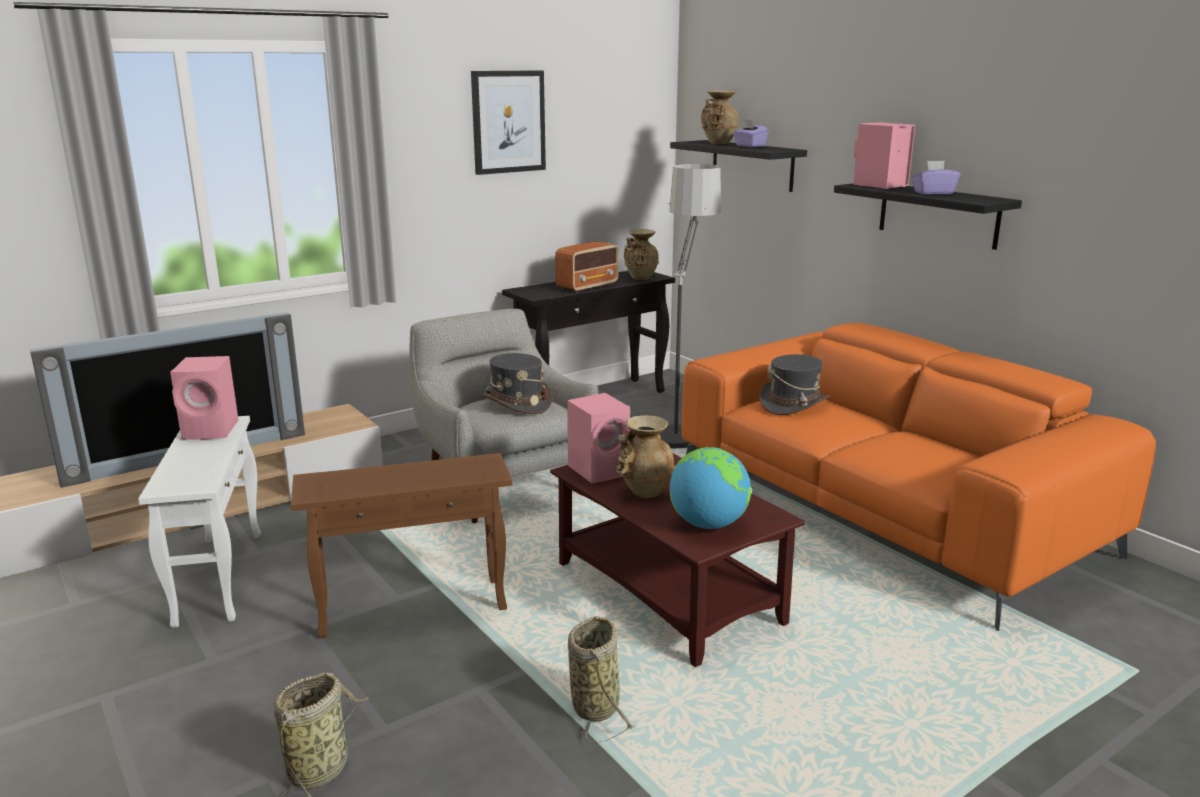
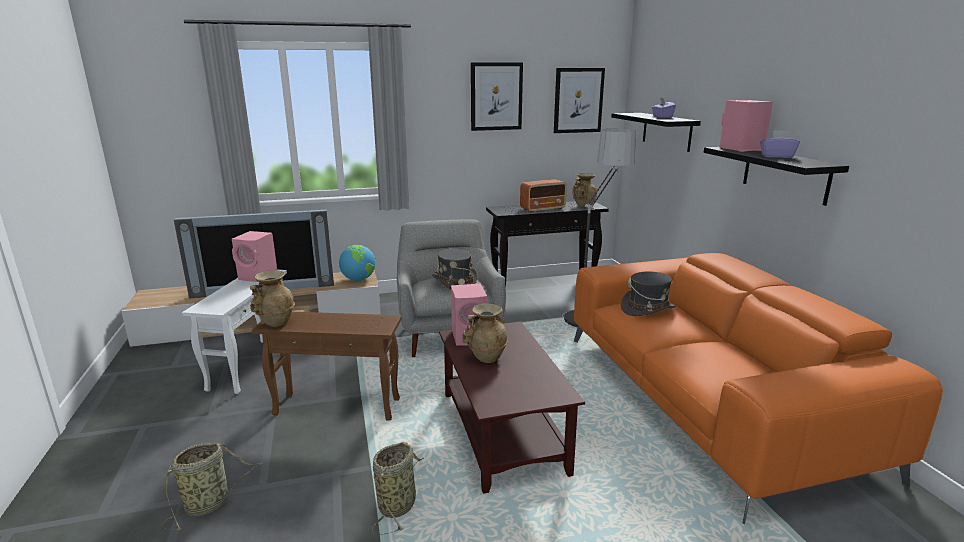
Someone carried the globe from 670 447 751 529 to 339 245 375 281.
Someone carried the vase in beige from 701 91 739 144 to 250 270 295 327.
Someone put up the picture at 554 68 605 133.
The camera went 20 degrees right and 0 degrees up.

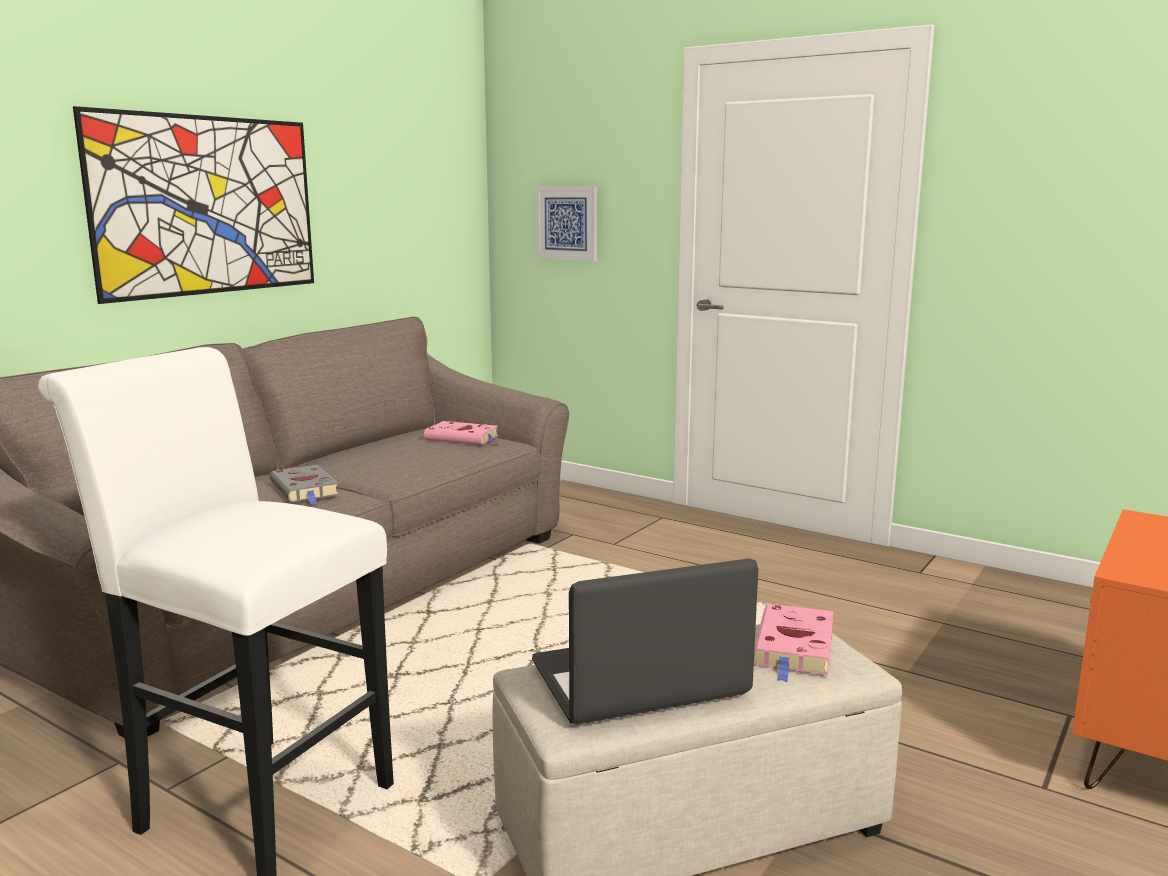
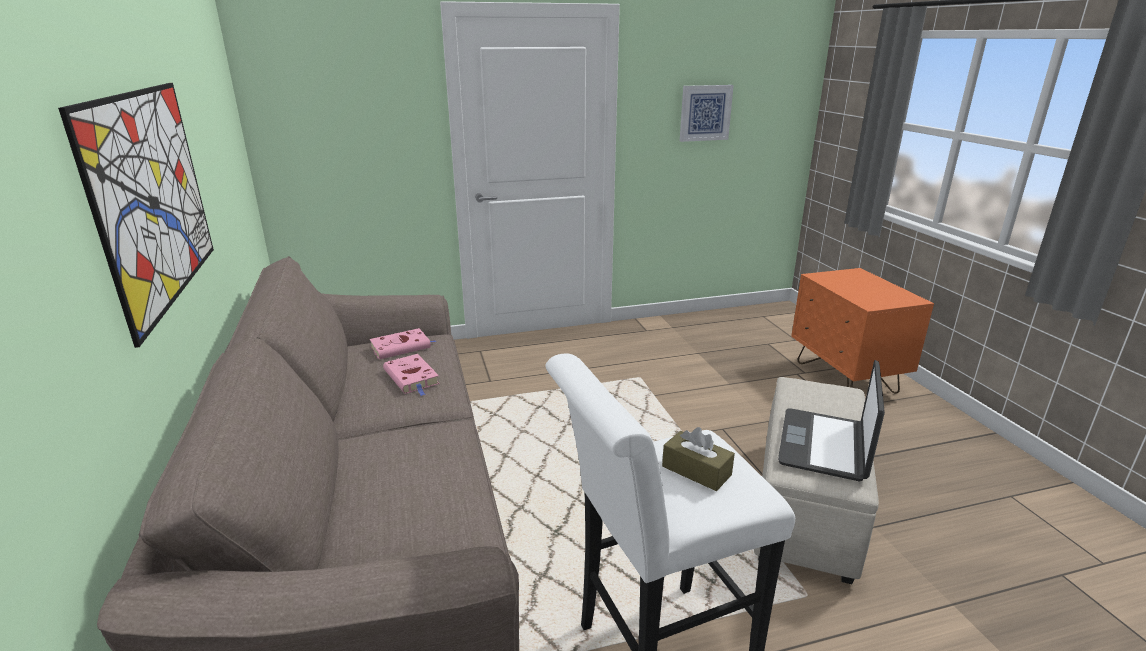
Someone took away the book in grey at 270 465 340 505.
Someone carried the picture from 536 187 597 261 to 680 85 734 142.
Someone carried the book in pink from 754 604 834 682 to 383 354 440 396.
Someone put down the tissue box in brown at 662 427 735 491.
The camera went 50 degrees left and 10 degrees up.

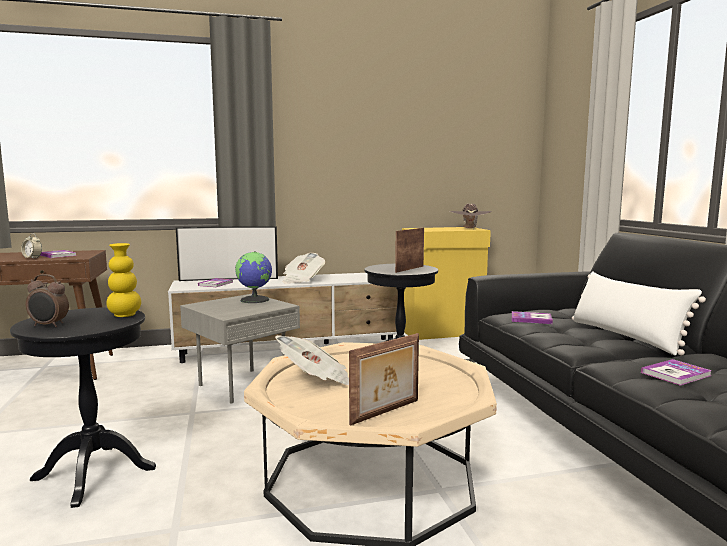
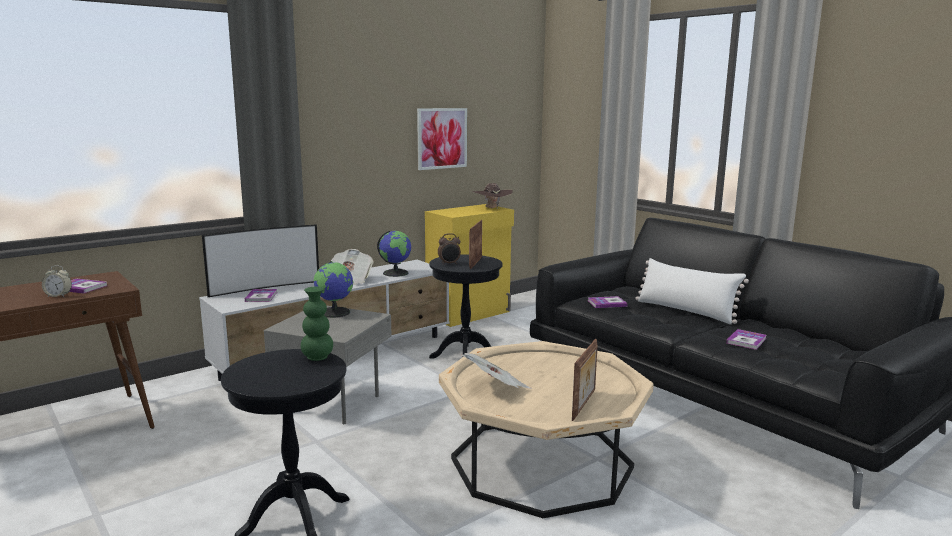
Someone carried the alarm clock from 26 274 69 327 to 438 233 461 265.
Someone repainted the vase in yellow at 106 243 141 317, which became the vase in green at 301 287 333 361.
Someone put down the globe at 377 231 411 277.
Someone put up the picture at 417 108 467 170.
The camera went 25 degrees left and 5 degrees up.

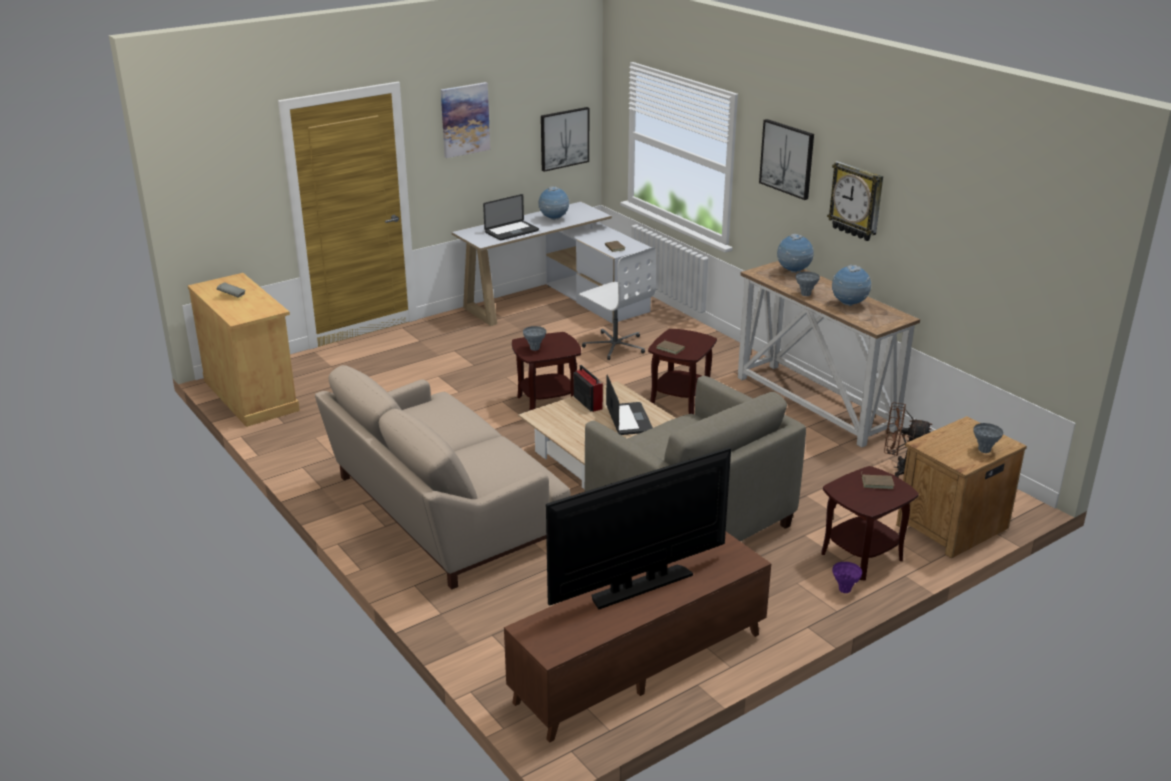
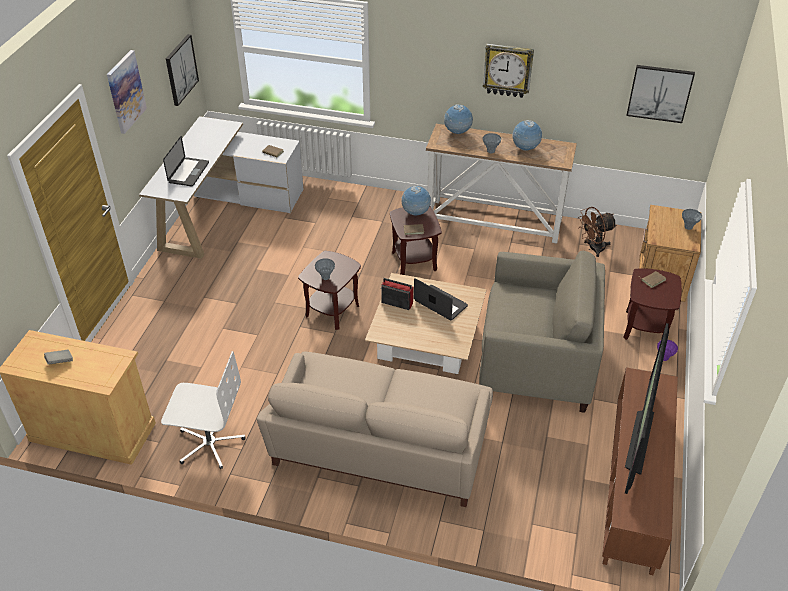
Someone carried the globe from 538 186 570 220 to 402 186 431 216.
Someone carried the office chair in white from 578 247 656 360 to 161 351 246 469.
Someone carried the picture from 759 119 814 200 to 626 65 695 123.
The camera went 40 degrees left and 15 degrees up.

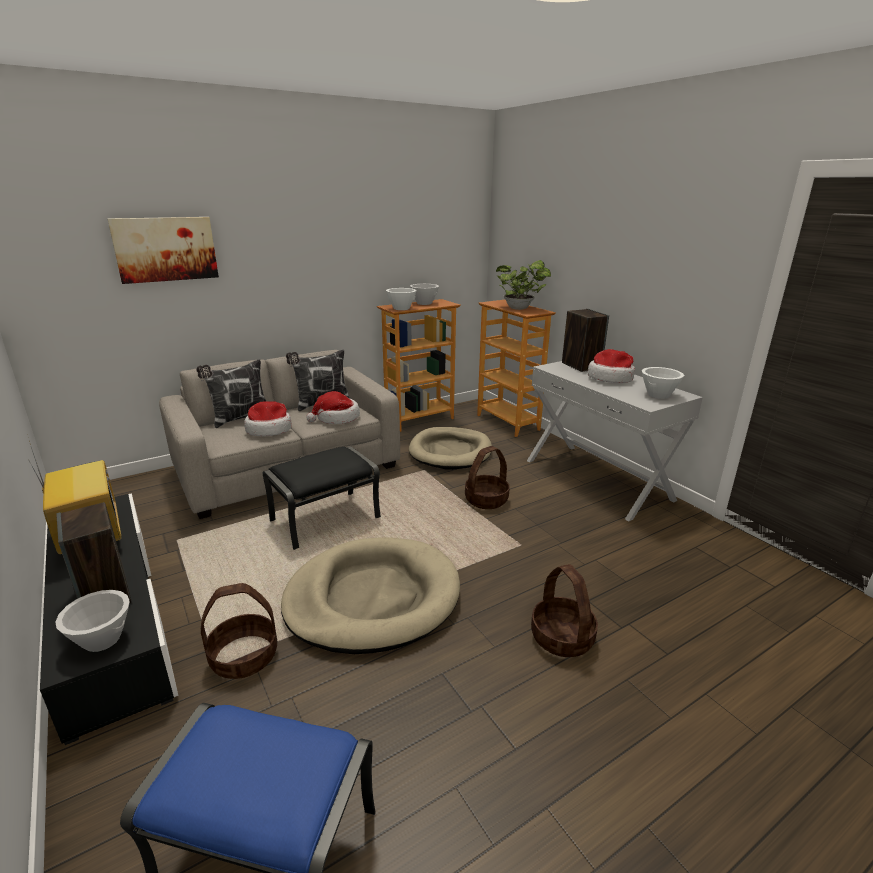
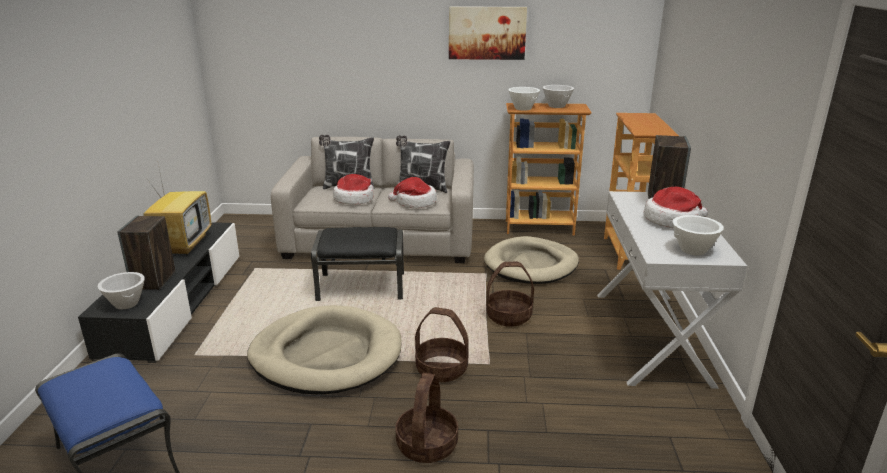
Someone carried the picture from 107 217 219 284 to 449 6 527 60.
Someone carried the basket from 201 583 277 679 to 415 307 469 382.
Someone took away the potted plant at 496 260 551 310.
The camera went 35 degrees right and 0 degrees up.

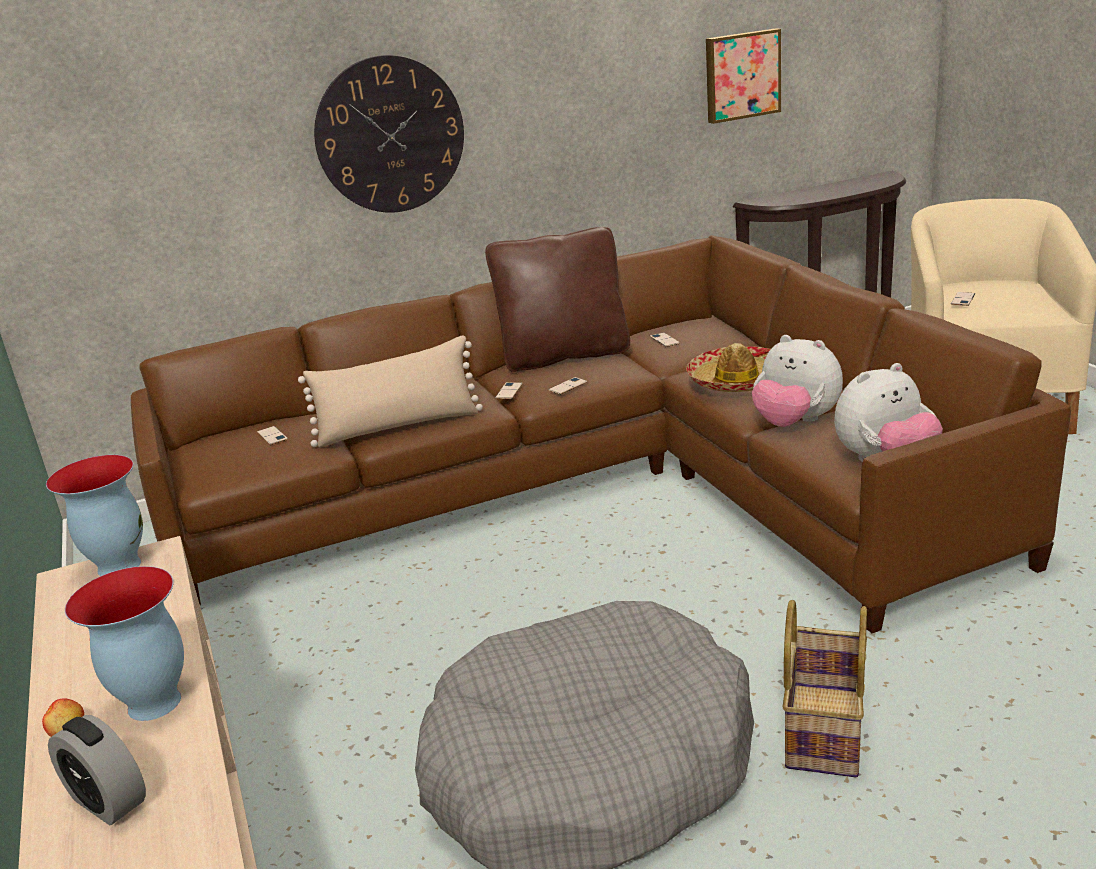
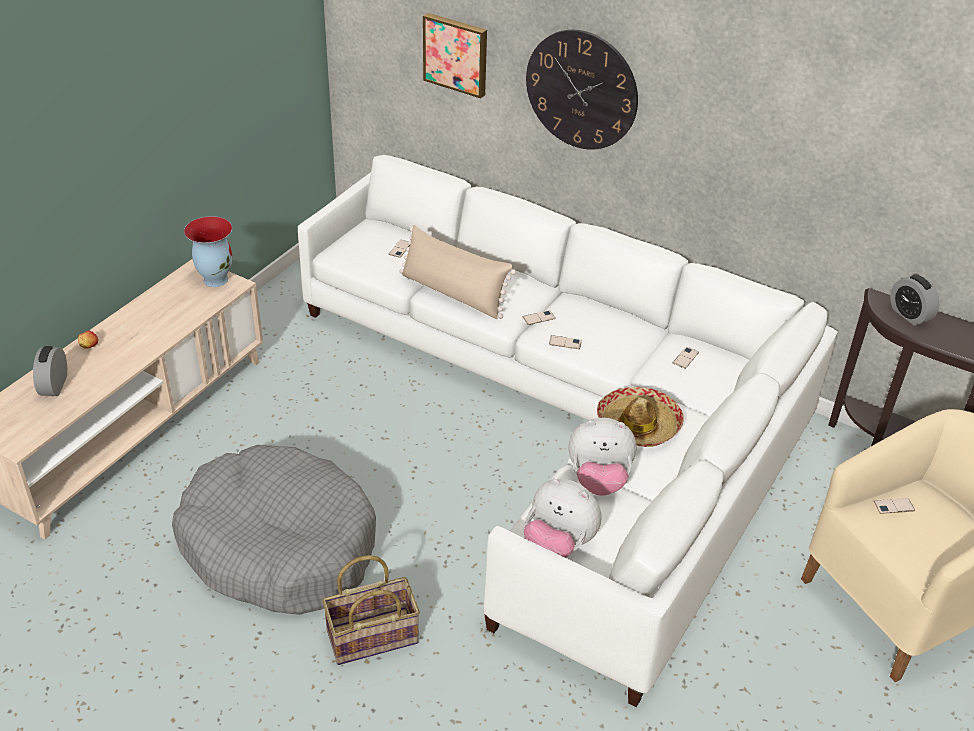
Someone took away the vase at 65 566 184 721.
Someone repainted the sofa in brown at 131 235 1071 633, which became the sofa in white at 298 155 838 707.
Someone took away the pillow in brown at 485 227 630 372.
Someone carried the picture from 706 28 781 124 to 423 13 487 99.
Someone rotated the plush toy at 752 335 843 427 by 90 degrees counterclockwise.
Someone put down the alarm clock at 890 275 939 326.
The camera went 50 degrees right and 15 degrees up.

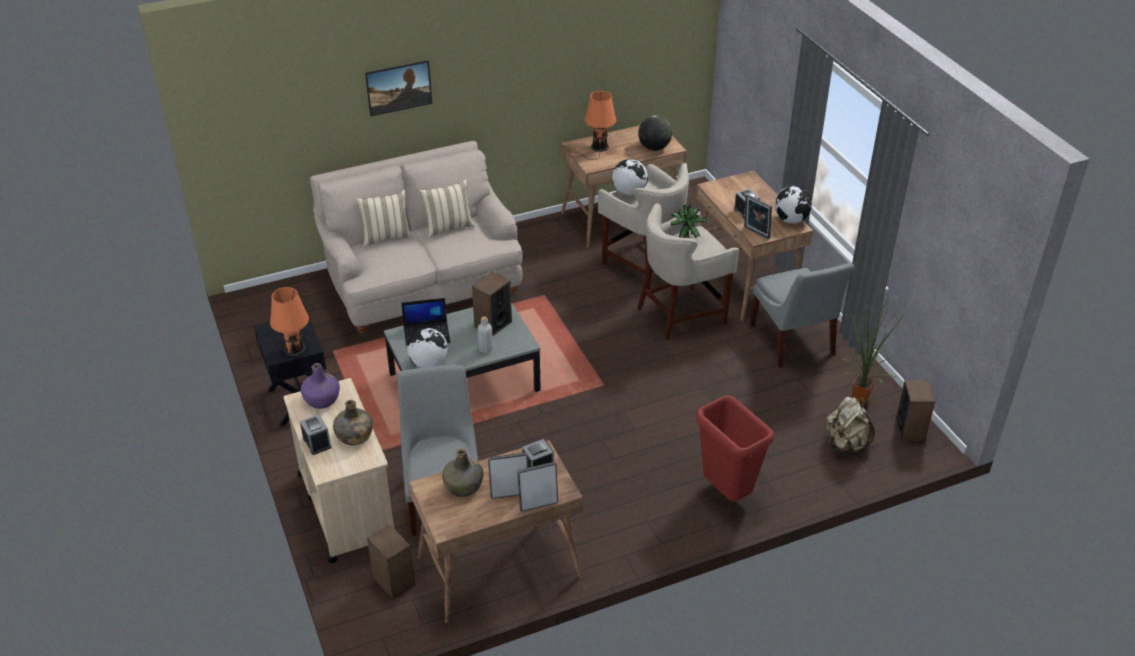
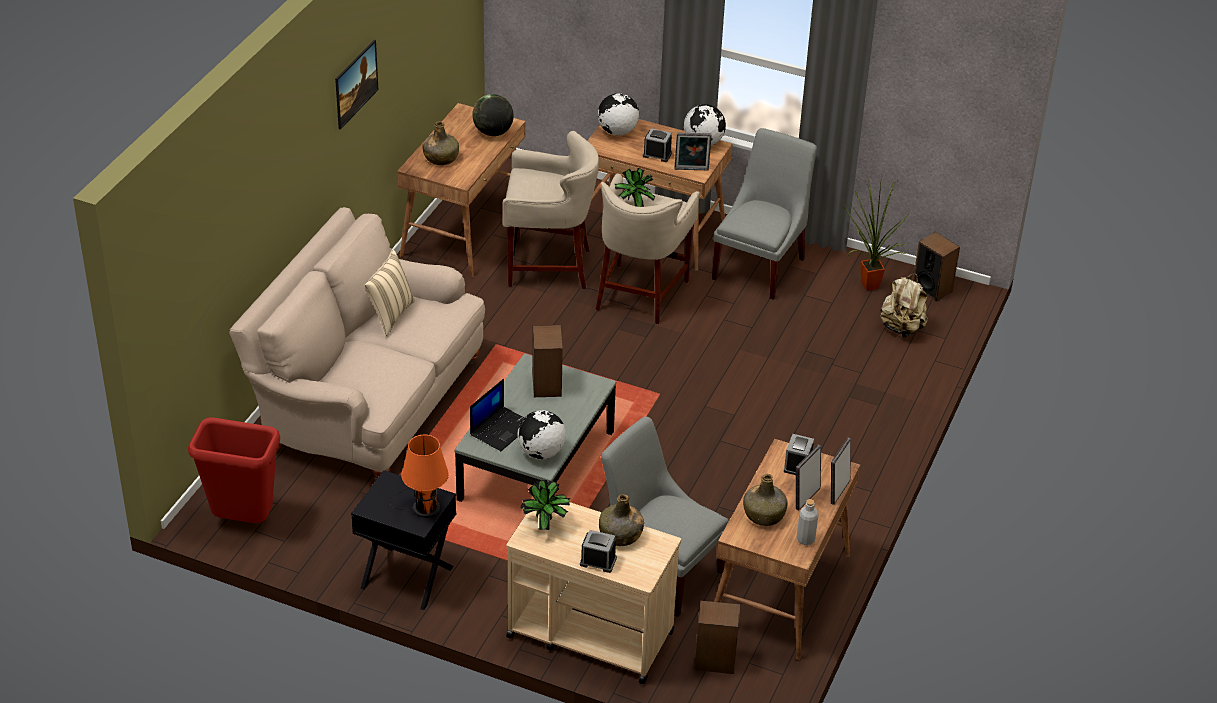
Someone swapped the bottle in purple at 301 363 340 409 for the potted plant at 520 480 570 530.
Someone took away the pillow in beige at 356 190 413 247.
Someone carried the picture from 365 60 432 116 to 335 40 378 130.
Someone carried the bottle in grey from 478 316 493 353 to 797 499 819 545.
Someone swapped the table lamp in orange at 574 91 616 160 for the bottle in green at 422 121 459 165.
Someone carried the globe from 612 159 648 195 to 598 93 639 136.
Someone carried the trash can in red from 696 395 775 501 to 188 417 280 523.
Someone rotated the chair in grey at 750 263 855 368 by 90 degrees counterclockwise.
The camera went 45 degrees left and 0 degrees up.

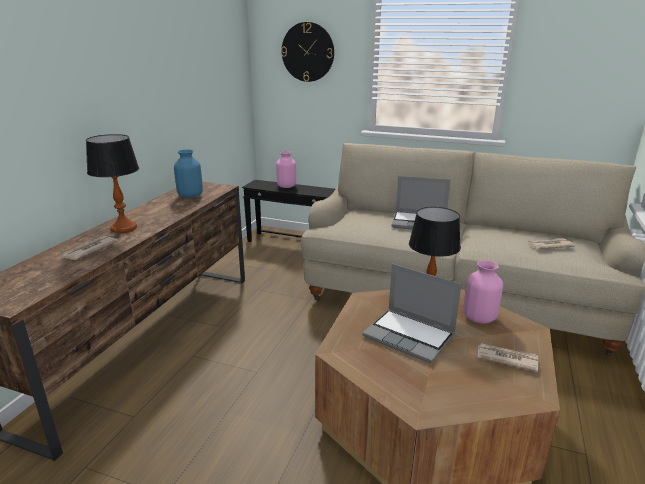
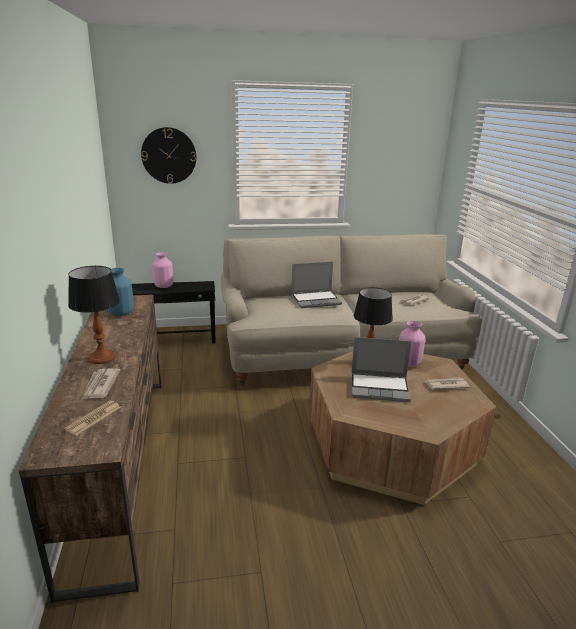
Someone put down the newspaper at 64 400 121 436.
The camera went 30 degrees left and 0 degrees up.

